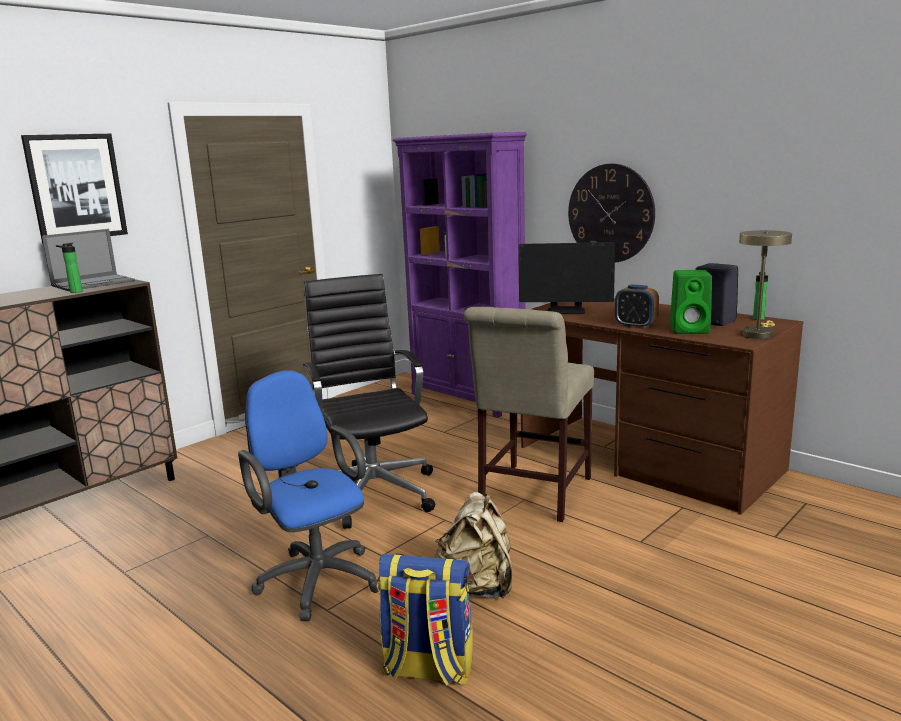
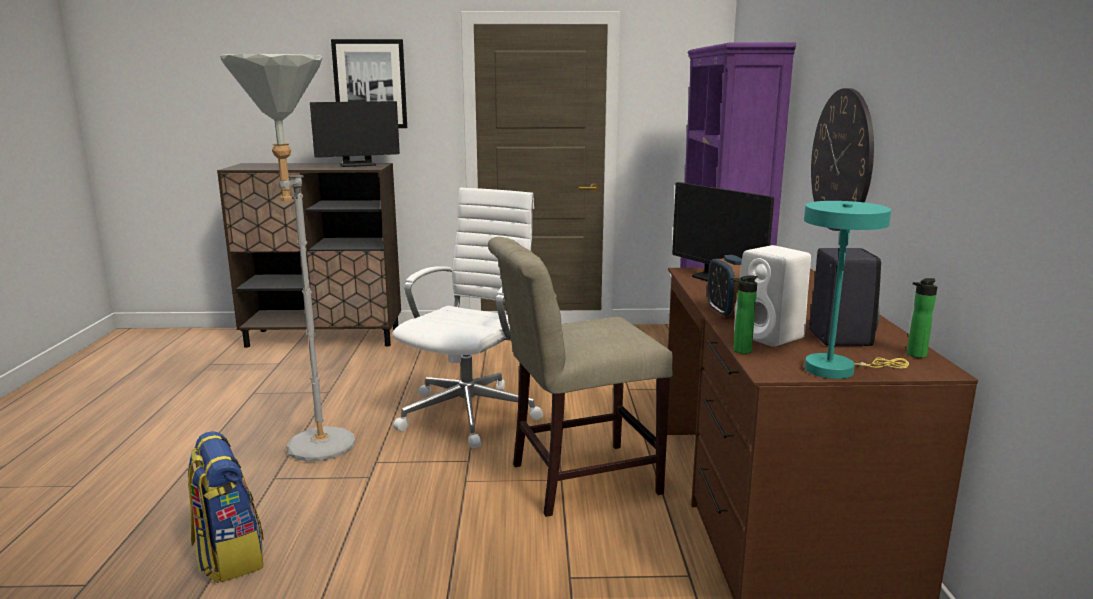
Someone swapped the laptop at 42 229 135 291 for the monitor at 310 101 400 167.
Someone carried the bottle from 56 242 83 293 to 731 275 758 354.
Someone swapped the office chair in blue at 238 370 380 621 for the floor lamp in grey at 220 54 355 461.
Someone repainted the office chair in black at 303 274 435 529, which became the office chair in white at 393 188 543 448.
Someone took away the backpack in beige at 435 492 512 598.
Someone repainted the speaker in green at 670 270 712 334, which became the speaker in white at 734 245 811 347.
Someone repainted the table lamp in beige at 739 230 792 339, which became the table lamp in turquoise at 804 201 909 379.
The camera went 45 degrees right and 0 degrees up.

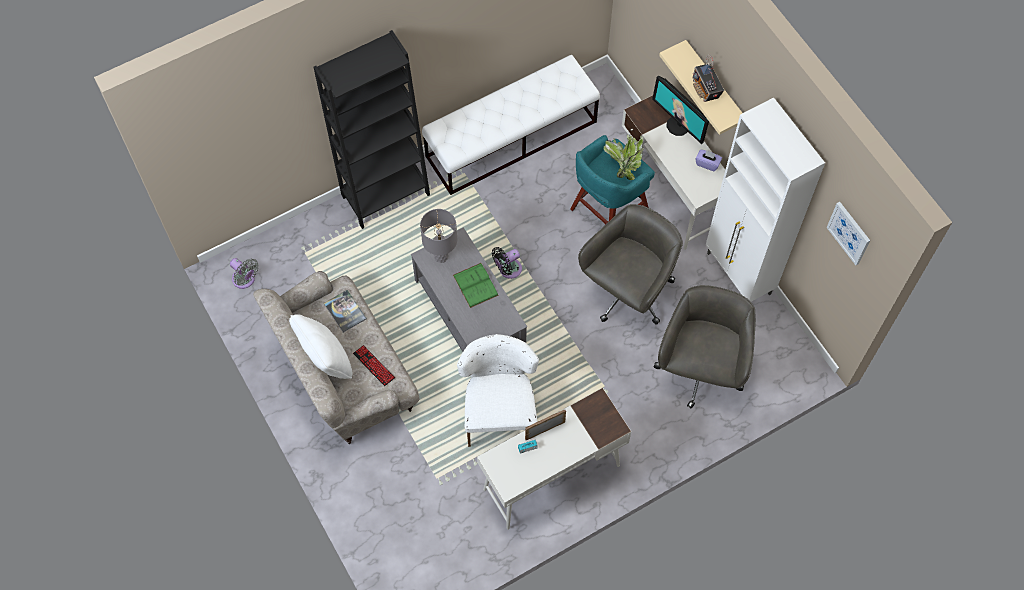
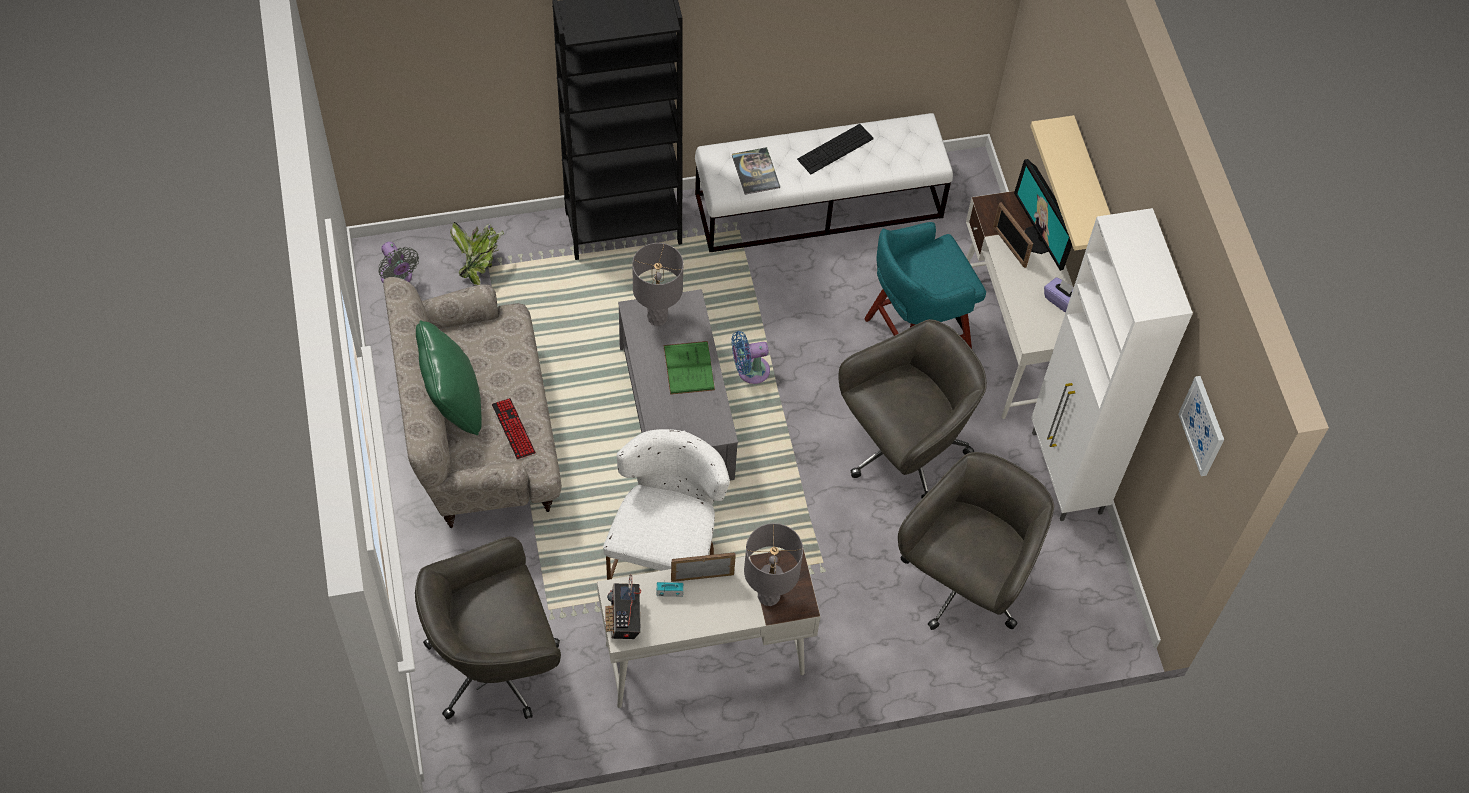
Someone repainted the pillow in white at 289 314 353 379, which became the pillow in green at 416 320 482 435.
Someone carried the book from 324 290 367 333 to 732 147 780 195.
Someone repainted the fan in black at 492 247 522 279, which became the fan in blue at 732 331 770 384.
Someone carried the potted plant from 603 134 644 180 to 450 222 504 285.
Someone carried the radio from 692 55 724 102 to 606 574 641 639.
Someone put down the office chair in grey at 415 537 561 719.
Someone put down the table lamp in grey at 744 523 803 606.
Someone put down the keyboard at 797 124 874 174.
Someone put down the picture frame at 993 202 1033 268.
The camera went 15 degrees right and 5 degrees down.

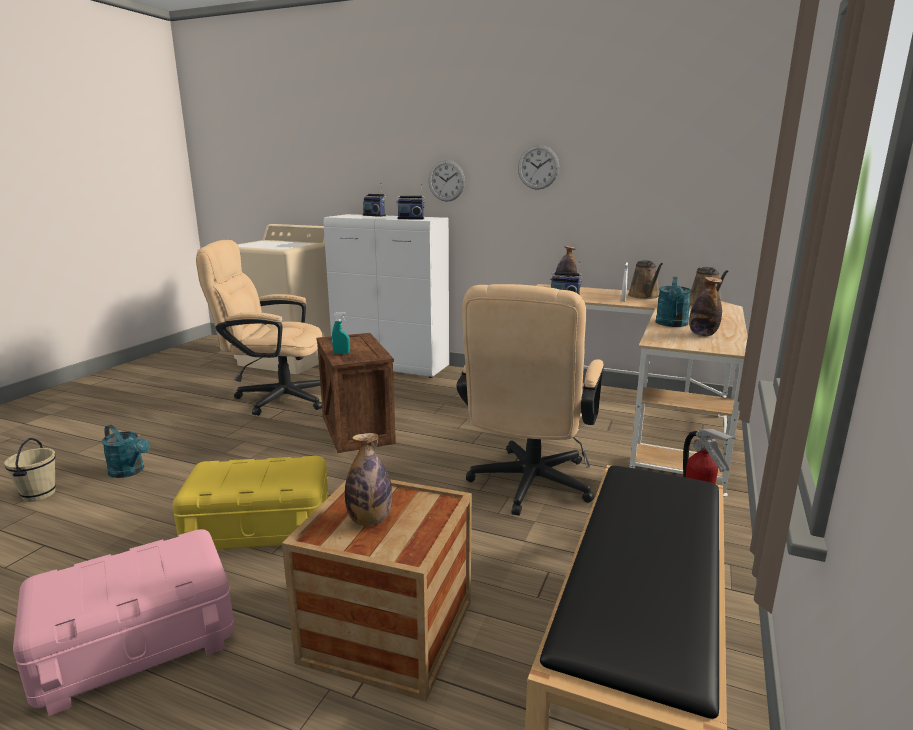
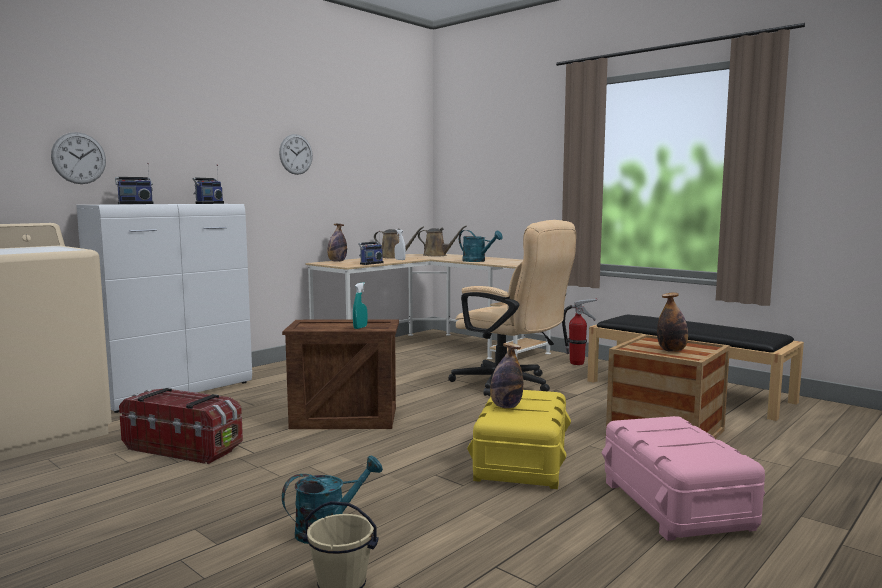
Someone swapped the office chair in beige at 196 240 322 416 for the storage box at 119 388 243 464.
Someone carried the wall clock from 428 160 465 202 to 51 132 106 184.
Someone carried the bottle from 689 277 722 336 to 490 343 523 408.
The camera went 70 degrees left and 10 degrees down.

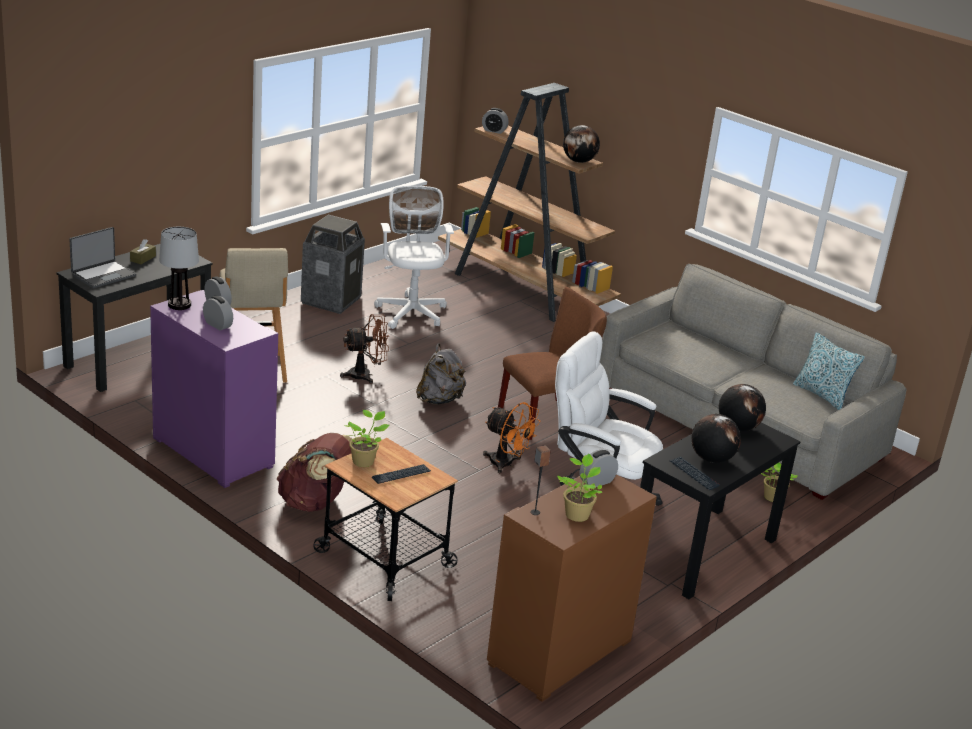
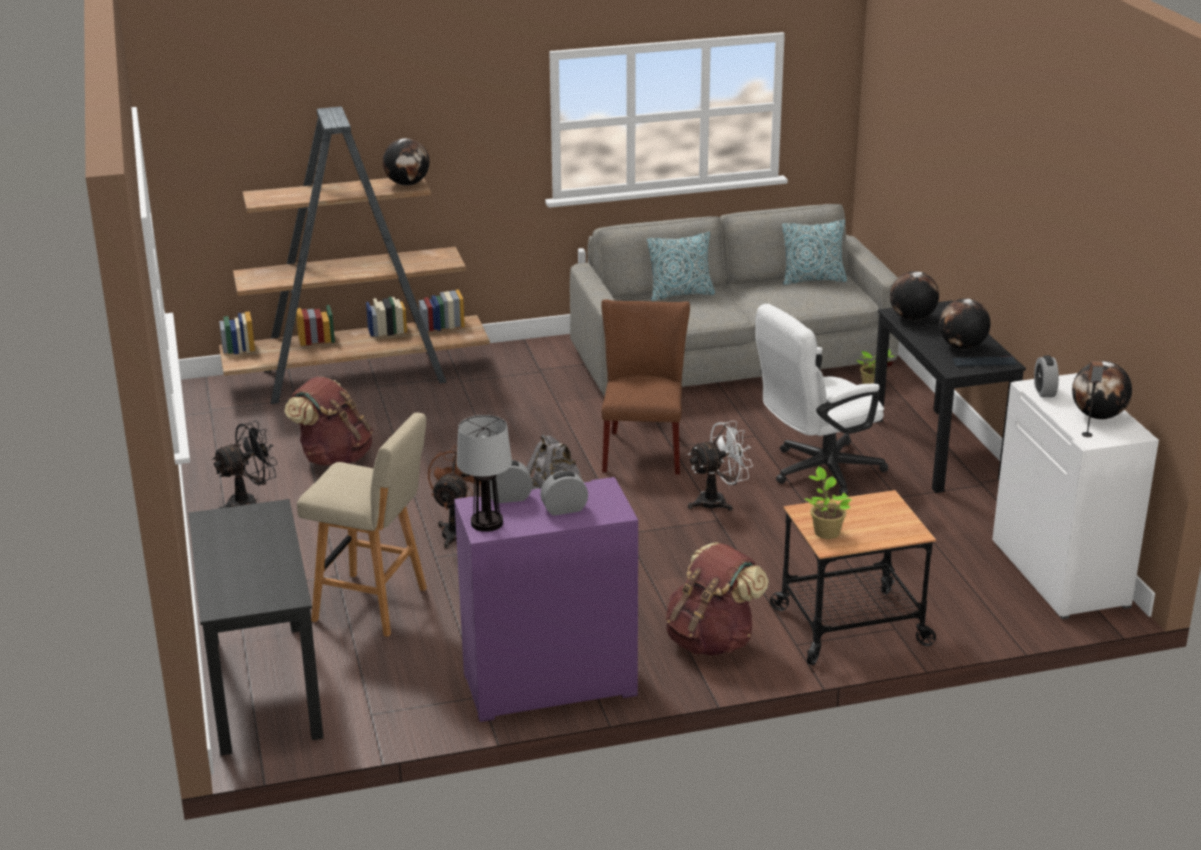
Someone took away the laptop at 70 227 136 288.
Someone took away the tissue box in brown at 130 239 156 264.
Someone swapped the trash can at 301 215 365 314 for the fan in black at 212 421 278 509.
Someone took away the keyboard at 372 464 431 484.
Someone swapped the office chair in white at 374 186 454 329 for the backpack in brown at 284 377 373 466.
Someone took away the alarm clock at 482 108 509 134.
Someone repainted the fan in orange at 483 402 541 473, which became the fan in white at 688 420 753 511.
Someone repainted the cabinet in brown at 487 474 657 702, which became the cabinet in white at 992 373 1159 619.
Someone swapped the potted plant at 557 454 602 522 for the globe at 1072 361 1132 419.
Someone put down the pillow at 647 232 715 301.
The camera went 55 degrees left and 0 degrees up.

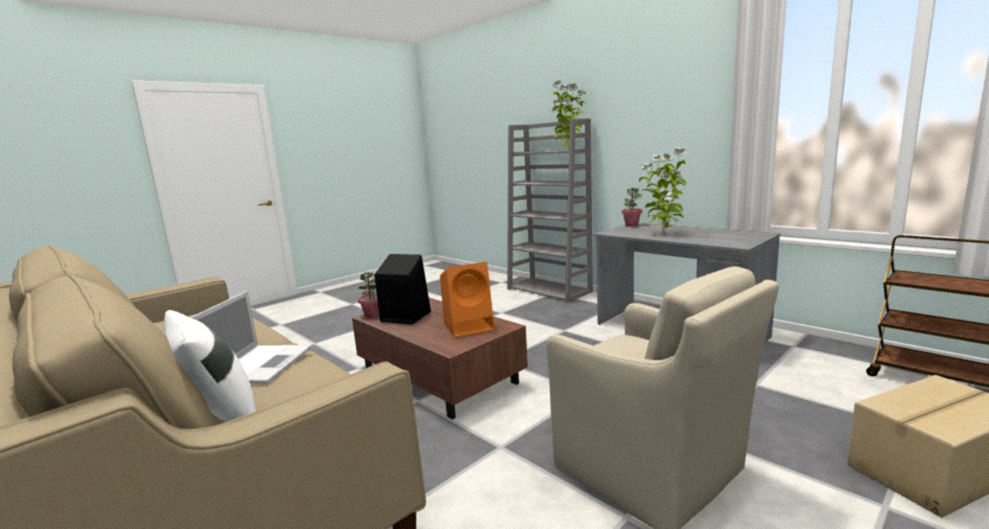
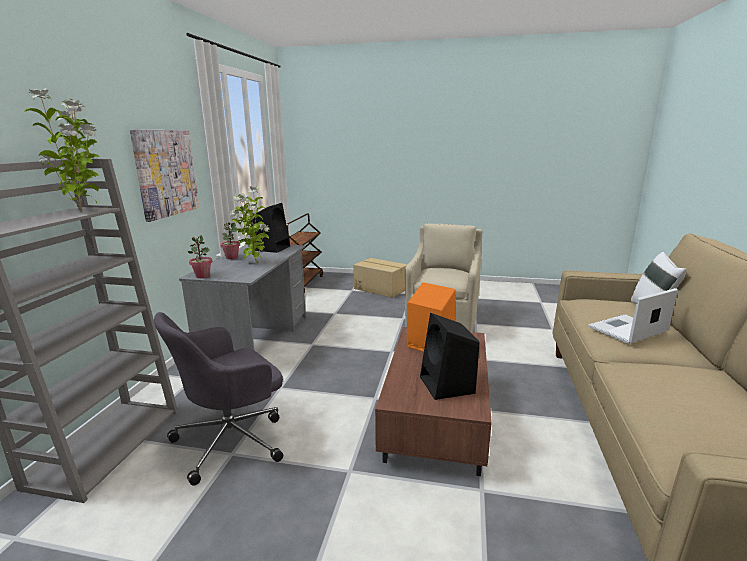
Someone carried the potted plant from 358 272 379 318 to 220 222 240 259.
Someone put up the picture at 130 130 200 222.
Someone put down the office chair in grey at 154 312 283 486.
Someone put down the speaker in black at 251 203 290 253.
The camera went 125 degrees left and 5 degrees up.

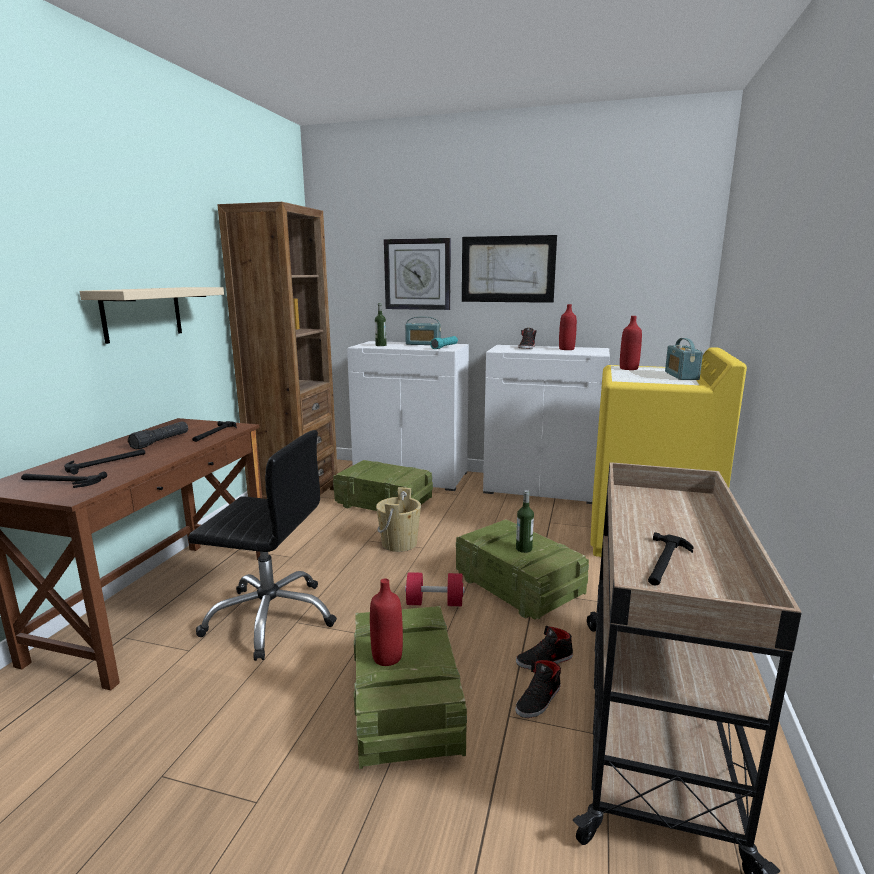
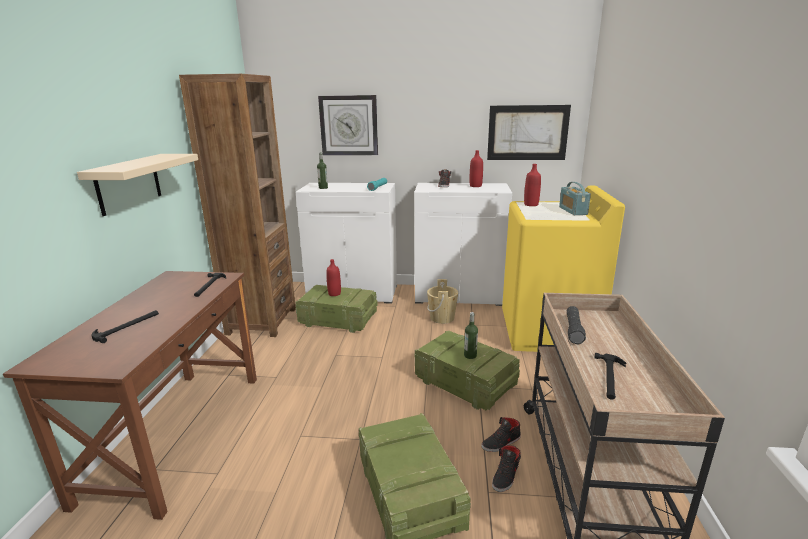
Someone took away the hammer at 21 471 107 488.
Someone carried the flashlight in black from 128 421 188 449 to 567 306 586 344.
Someone took away the office chair in black at 188 430 337 661.
Someone carried the bottle in red from 370 579 403 666 to 326 259 341 296.
Someone carried the bucket in beige from 376 487 421 552 to 427 279 458 324.
Someone took away the radio at 405 317 441 345.
Someone took away the dumbbell in red at 405 572 465 606.
Someone carried the picture from 462 235 557 303 to 487 105 571 160.
The camera went 10 degrees left and 5 degrees up.

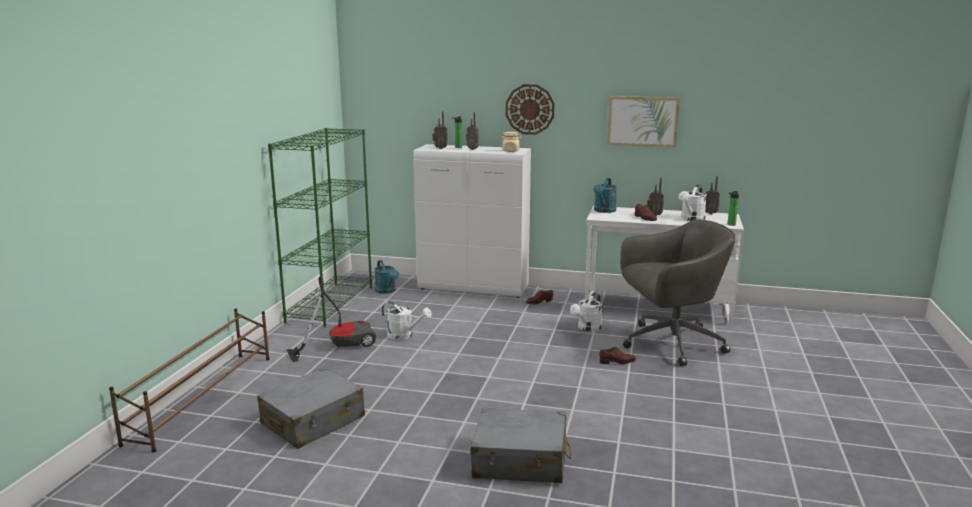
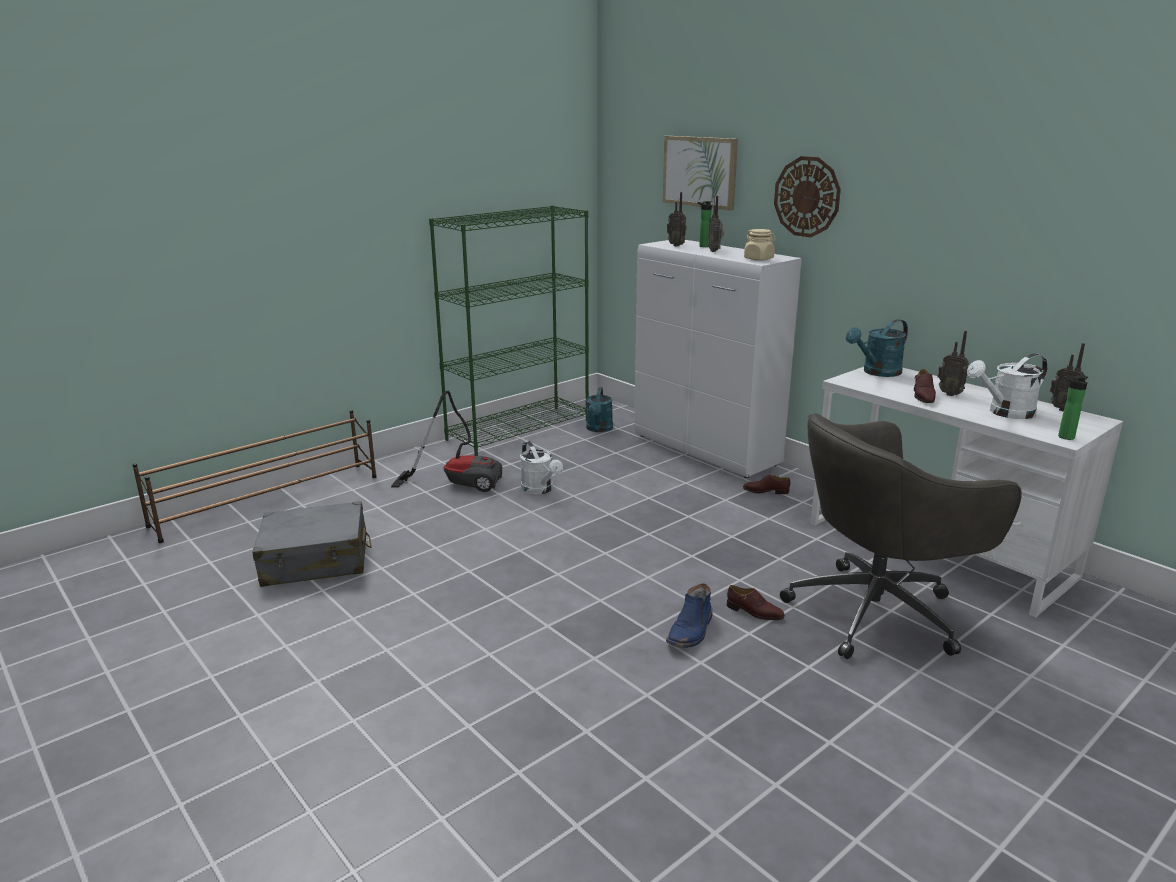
Someone took away the suitcase in grey at 470 408 572 483.
Someone took away the watering can in white at 570 292 602 331.
Someone carried the picture from 607 96 680 147 to 663 136 738 210.
Someone rotated the office chair in grey at 620 219 735 366 by 135 degrees clockwise.
Someone put down the boot in blue at 666 584 713 648.
The camera went 35 degrees right and 5 degrees up.

